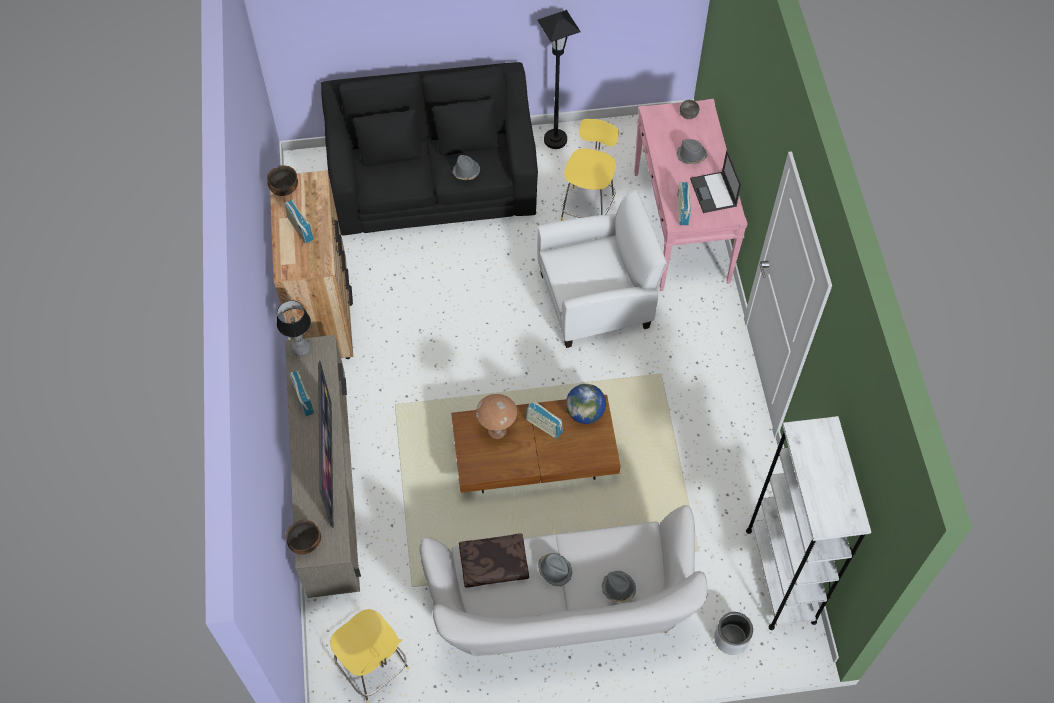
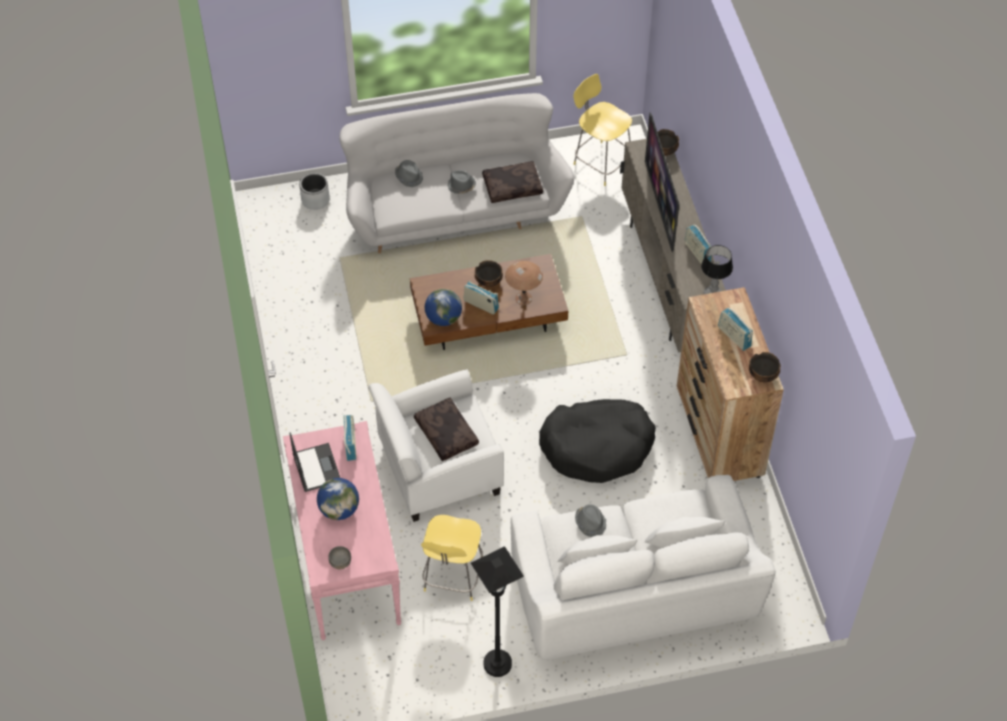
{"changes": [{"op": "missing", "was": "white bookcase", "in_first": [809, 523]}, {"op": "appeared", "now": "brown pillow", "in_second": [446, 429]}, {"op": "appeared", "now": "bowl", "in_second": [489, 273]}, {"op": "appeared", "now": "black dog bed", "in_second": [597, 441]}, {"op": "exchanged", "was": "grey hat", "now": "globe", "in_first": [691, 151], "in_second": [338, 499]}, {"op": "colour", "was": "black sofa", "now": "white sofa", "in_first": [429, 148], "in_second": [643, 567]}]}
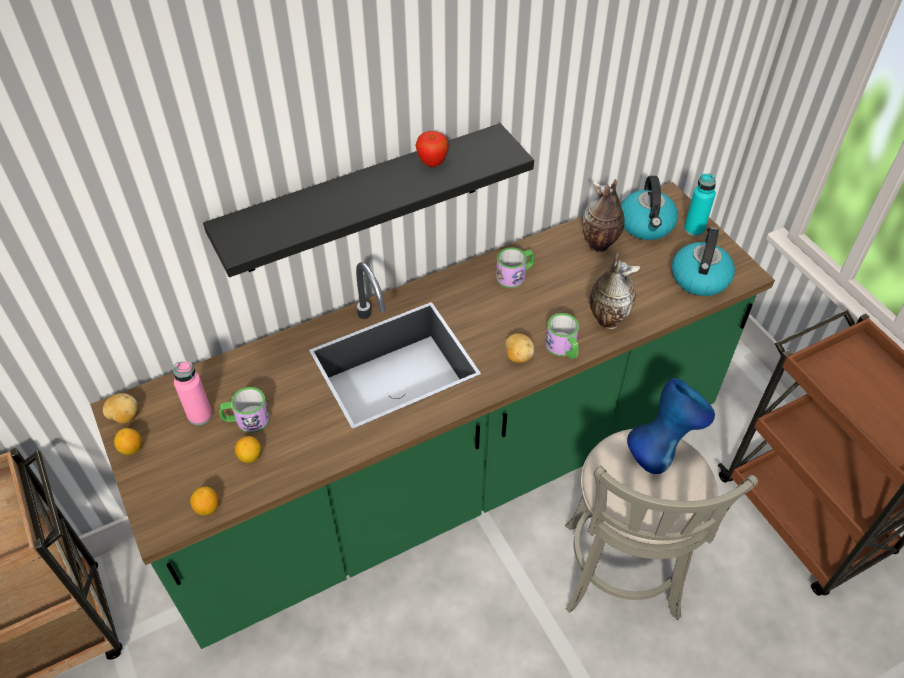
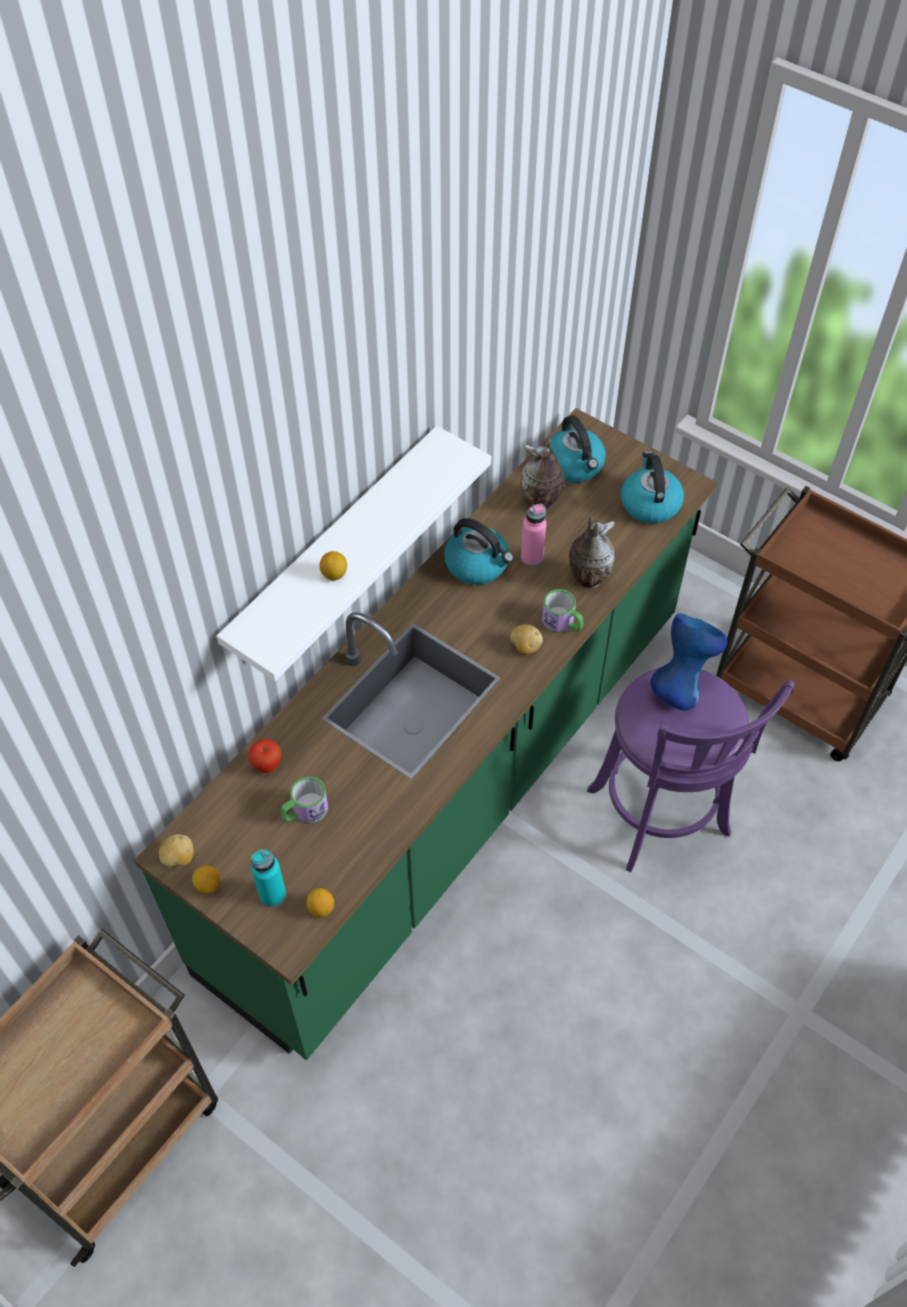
{"changes": [{"op": "relocated", "was": "pink bottle", "in_first": [192, 393], "in_second": [533, 535]}, {"op": "relocated", "was": "lemon", "in_first": [248, 449], "in_second": [333, 565]}, {"op": "relocated", "was": "apple", "in_first": [432, 149], "in_second": [264, 756]}, {"op": "relocated", "was": "turquoise bottle", "in_first": [700, 205], "in_second": [268, 878]}, {"op": "exchanged", "was": "mug", "now": "kettle", "in_first": [515, 267], "in_second": [479, 551]}, {"op": "colour", "was": "black shelf", "now": "white shelf", "in_first": [368, 200], "in_second": [354, 553]}, {"op": "colour", "was": "grey stool", "now": "purple stool", "in_first": [661, 524], "in_second": [691, 770]}]}
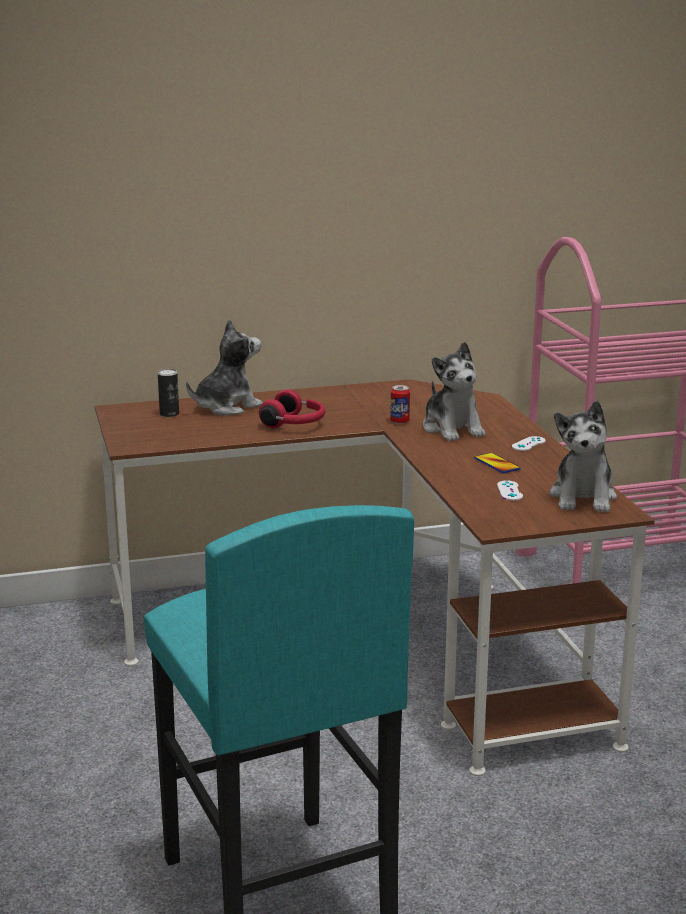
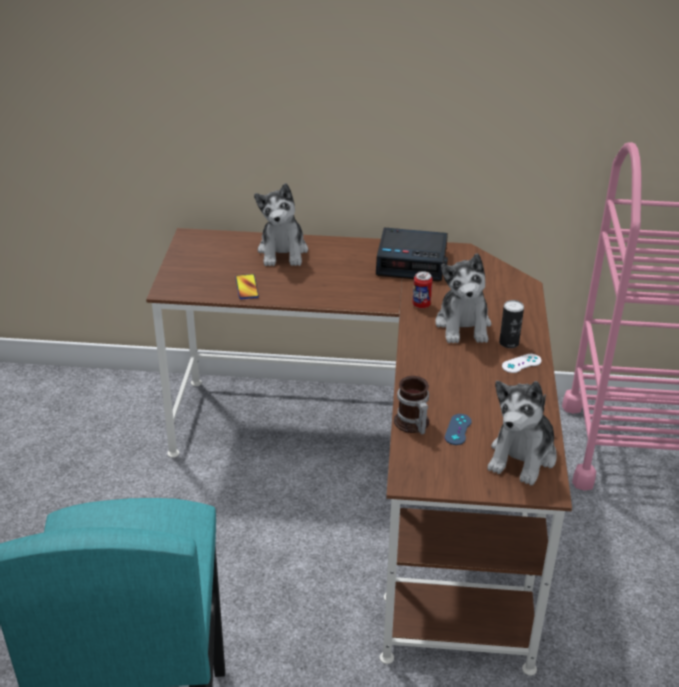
{"changes": [{"op": "missing", "was": "red headphones", "in_first": [292, 409]}, {"op": "appeared", "now": "alarm clock", "in_second": [412, 255]}, {"op": "appeared", "now": "mug", "in_second": [411, 405]}, {"op": "relocated", "was": "can", "in_first": [168, 393], "in_second": [511, 324]}, {"op": "relocated", "was": "phone", "in_first": [497, 463], "in_second": [247, 286]}, {"op": "colour", "was": "white game controller", "now": "blue game controller", "in_first": [510, 490], "in_second": [458, 429]}, {"op": "spun", "was": "plush toy", "in_first": [224, 367], "in_second": [281, 224], "clockwise": 105}]}
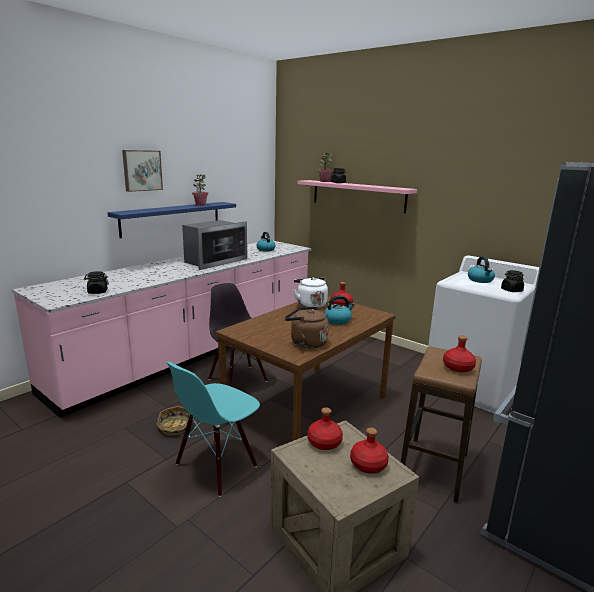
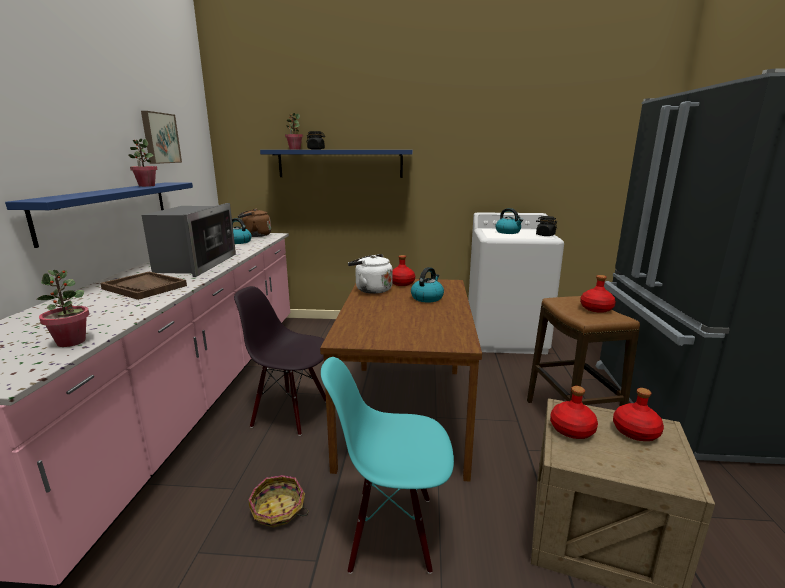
{"changes": [{"op": "appeared", "now": "brown tray", "in_second": [143, 285]}, {"op": "relocated", "was": "picture", "in_first": [142, 171], "in_second": [161, 137]}, {"op": "relocated", "was": "brown kettle", "in_first": [307, 328], "in_second": [254, 223]}, {"op": "exchanged", "was": "black jar", "now": "potted plant", "in_first": [96, 282], "in_second": [63, 308]}, {"op": "colour", "was": "pink shelf", "now": "blue shelf", "in_first": [357, 196], "in_second": [336, 164]}, {"op": "spun", "was": "turquoise chair", "in_first": [213, 429], "in_second": [387, 465], "clockwise": 90}]}
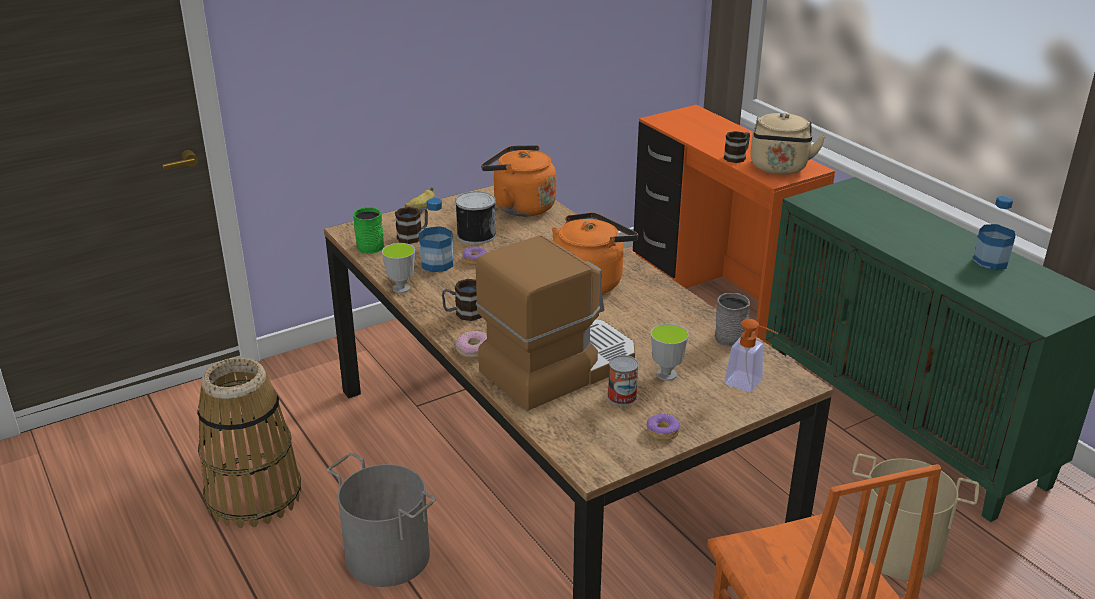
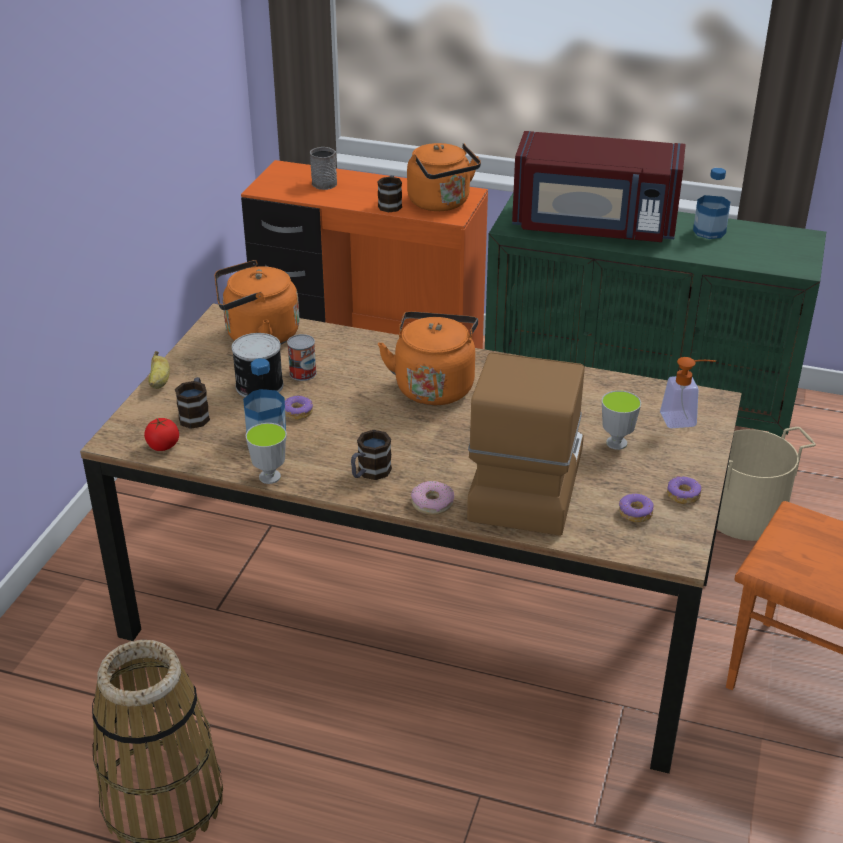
{"changes": [{"op": "missing", "was": "grey bucket", "in_first": [381, 520]}, {"op": "appeared", "now": "red microwave", "in_second": [599, 186]}, {"op": "appeared", "now": "donut", "in_second": [636, 508]}, {"op": "relocated", "was": "can", "in_first": [623, 380], "in_second": [302, 357]}, {"op": "relocated", "was": "grey mug", "in_first": [732, 320], "in_second": [323, 168]}, {"op": "exchanged", "was": "green mug", "now": "tomato", "in_first": [368, 230], "in_second": [161, 434]}, {"op": "colour", "was": "beige kettle", "now": "orange kettle", "in_first": [788, 144], "in_second": [444, 177]}]}
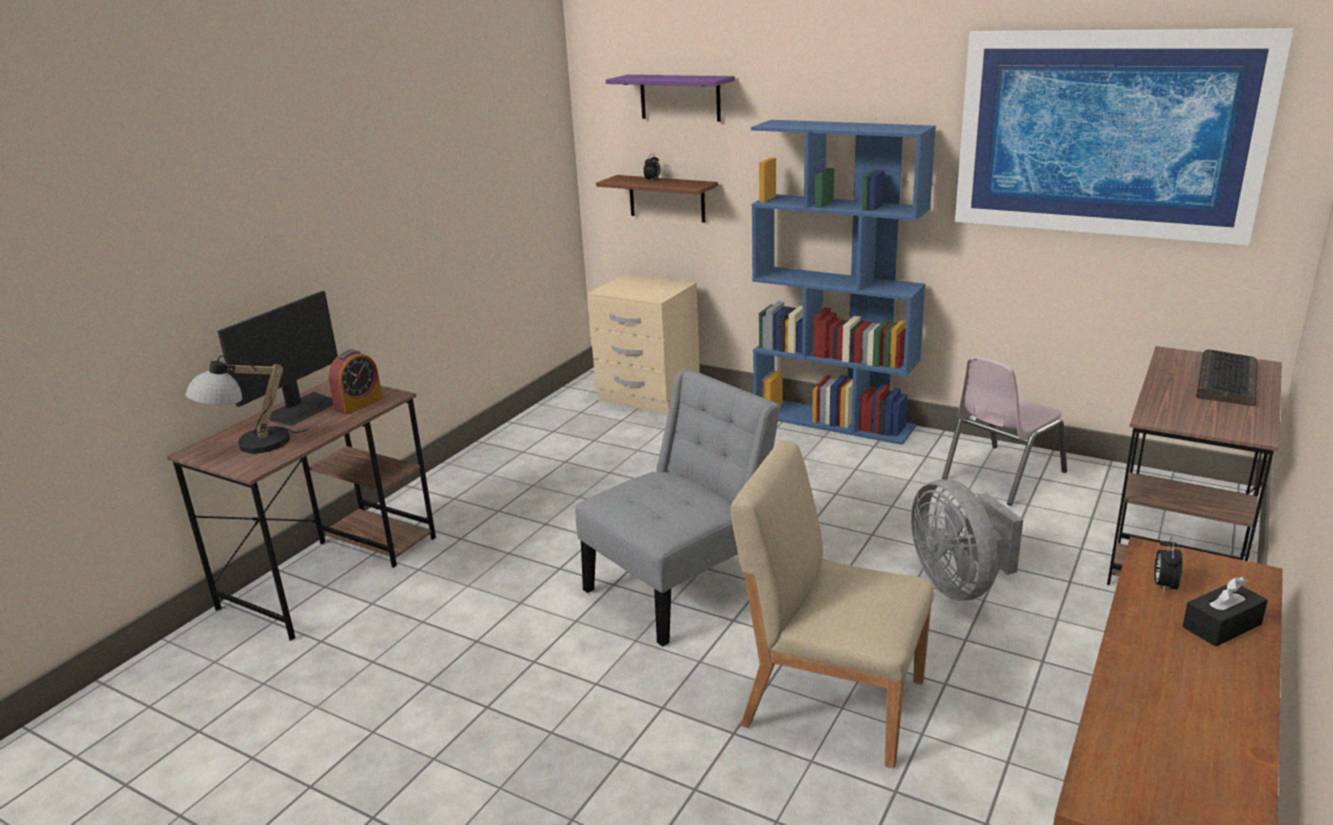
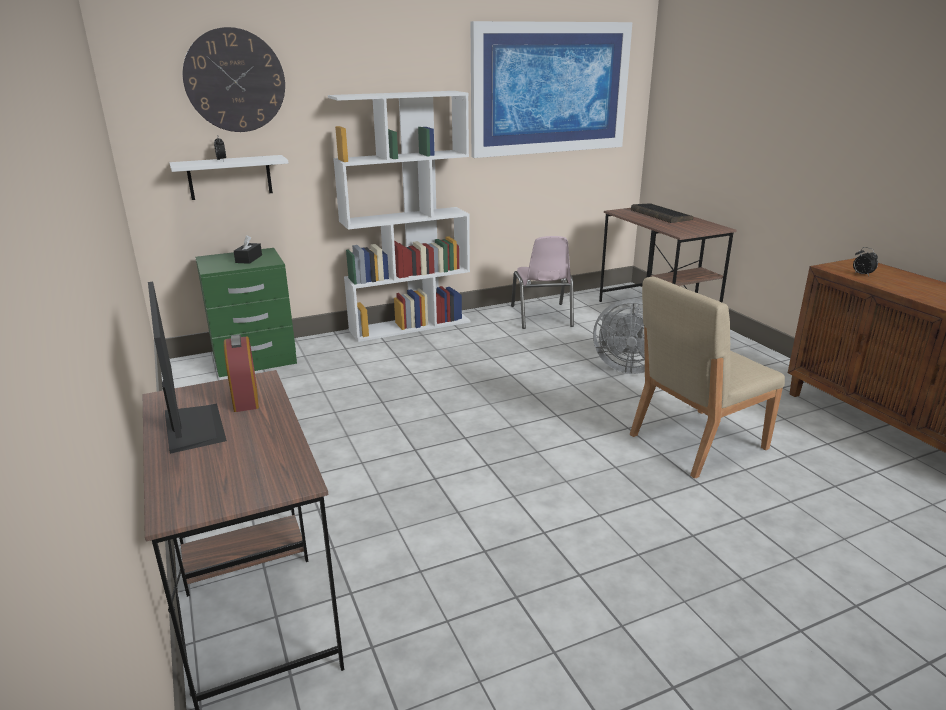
{"changes": [{"op": "missing", "was": "table lamp", "in_first": [246, 404]}, {"op": "missing", "was": "grey chair", "in_first": [678, 508]}, {"op": "relocated", "was": "black tissue box", "in_first": [1225, 612], "in_second": [248, 249]}, {"op": "exchanged", "was": "purple shelf", "now": "wall clock", "in_first": [670, 98], "in_second": [234, 79]}, {"op": "colour", "was": "beige nightstand", "now": "green nightstand", "in_first": [644, 344], "in_second": [246, 312]}, {"op": "colour", "was": "brown shelf", "now": "white shelf", "in_first": [657, 199], "in_second": [228, 177]}, {"op": "colour", "was": "blue bookcase", "now": "white bookcase", "in_first": [843, 282], "in_second": [399, 216]}]}
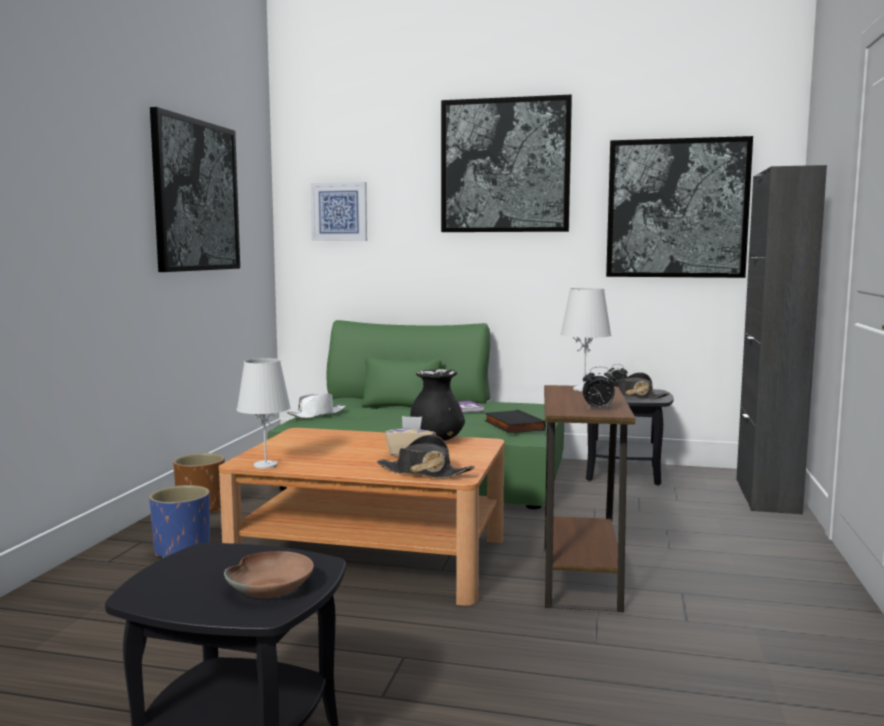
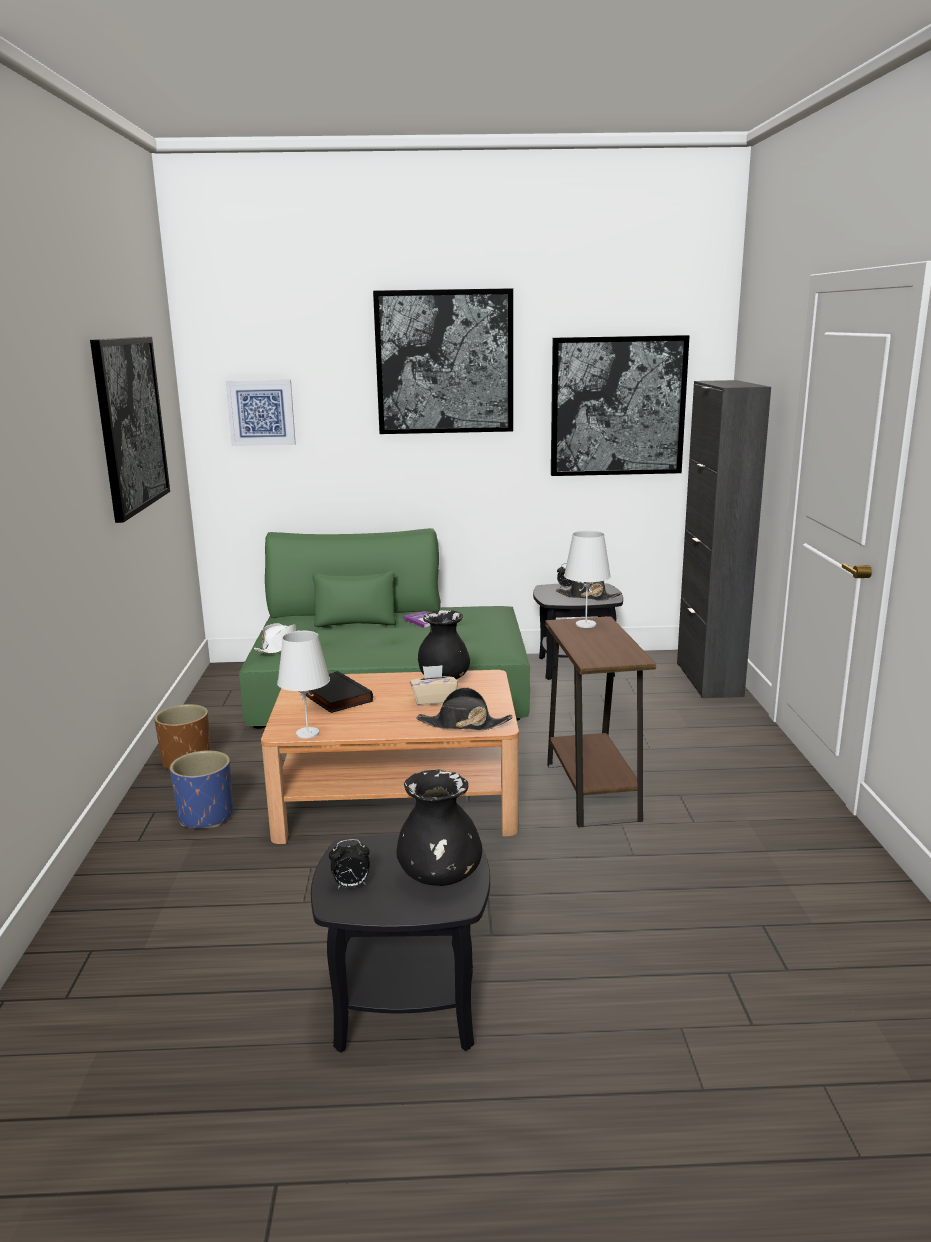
{"changes": [{"op": "relocated", "was": "black book", "in_first": [515, 421], "in_second": [336, 692]}, {"op": "relocated", "was": "alarm clock", "in_first": [599, 388], "in_second": [349, 863]}, {"op": "exchanged", "was": "brown bowl", "now": "black vase", "in_first": [269, 574], "in_second": [439, 828]}]}
